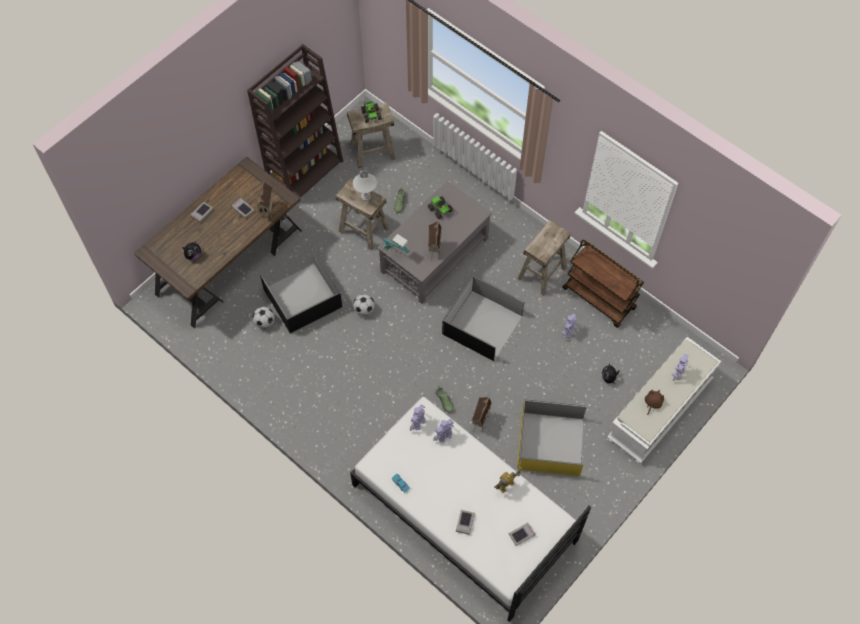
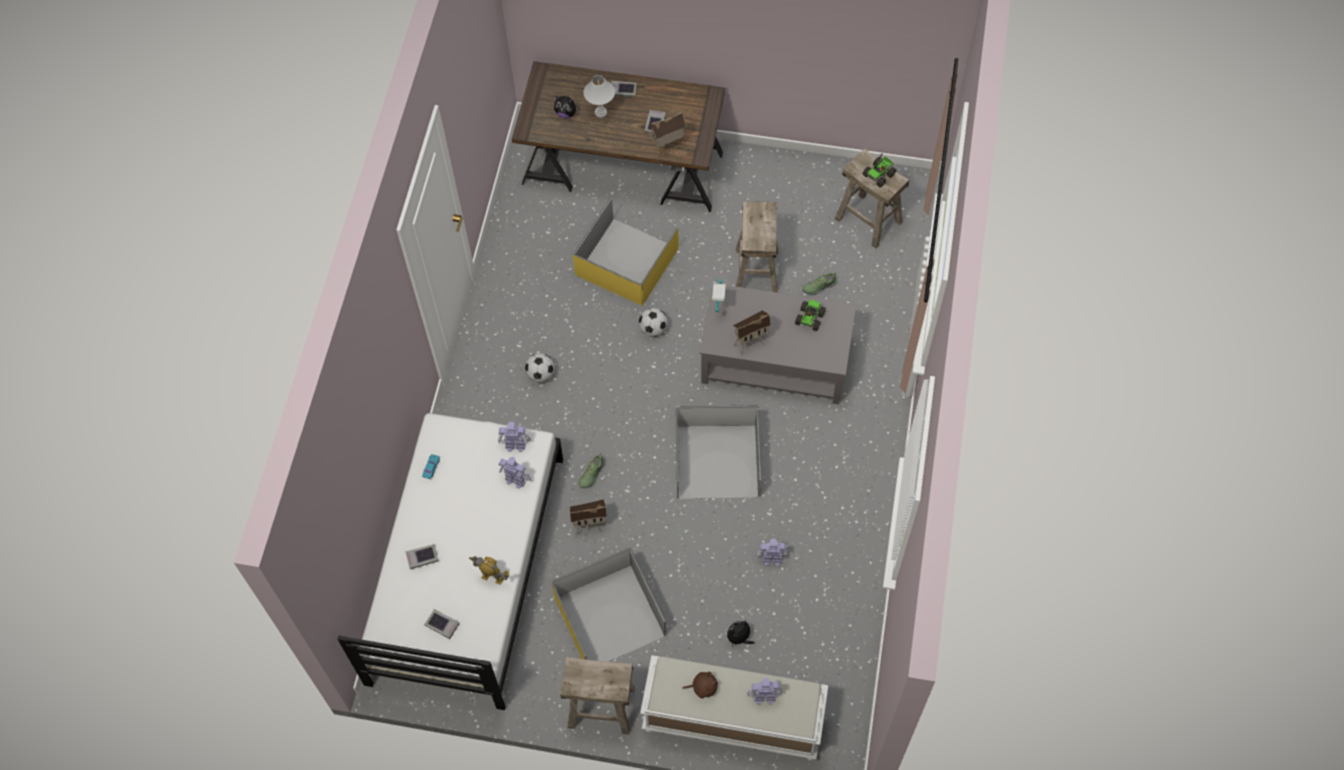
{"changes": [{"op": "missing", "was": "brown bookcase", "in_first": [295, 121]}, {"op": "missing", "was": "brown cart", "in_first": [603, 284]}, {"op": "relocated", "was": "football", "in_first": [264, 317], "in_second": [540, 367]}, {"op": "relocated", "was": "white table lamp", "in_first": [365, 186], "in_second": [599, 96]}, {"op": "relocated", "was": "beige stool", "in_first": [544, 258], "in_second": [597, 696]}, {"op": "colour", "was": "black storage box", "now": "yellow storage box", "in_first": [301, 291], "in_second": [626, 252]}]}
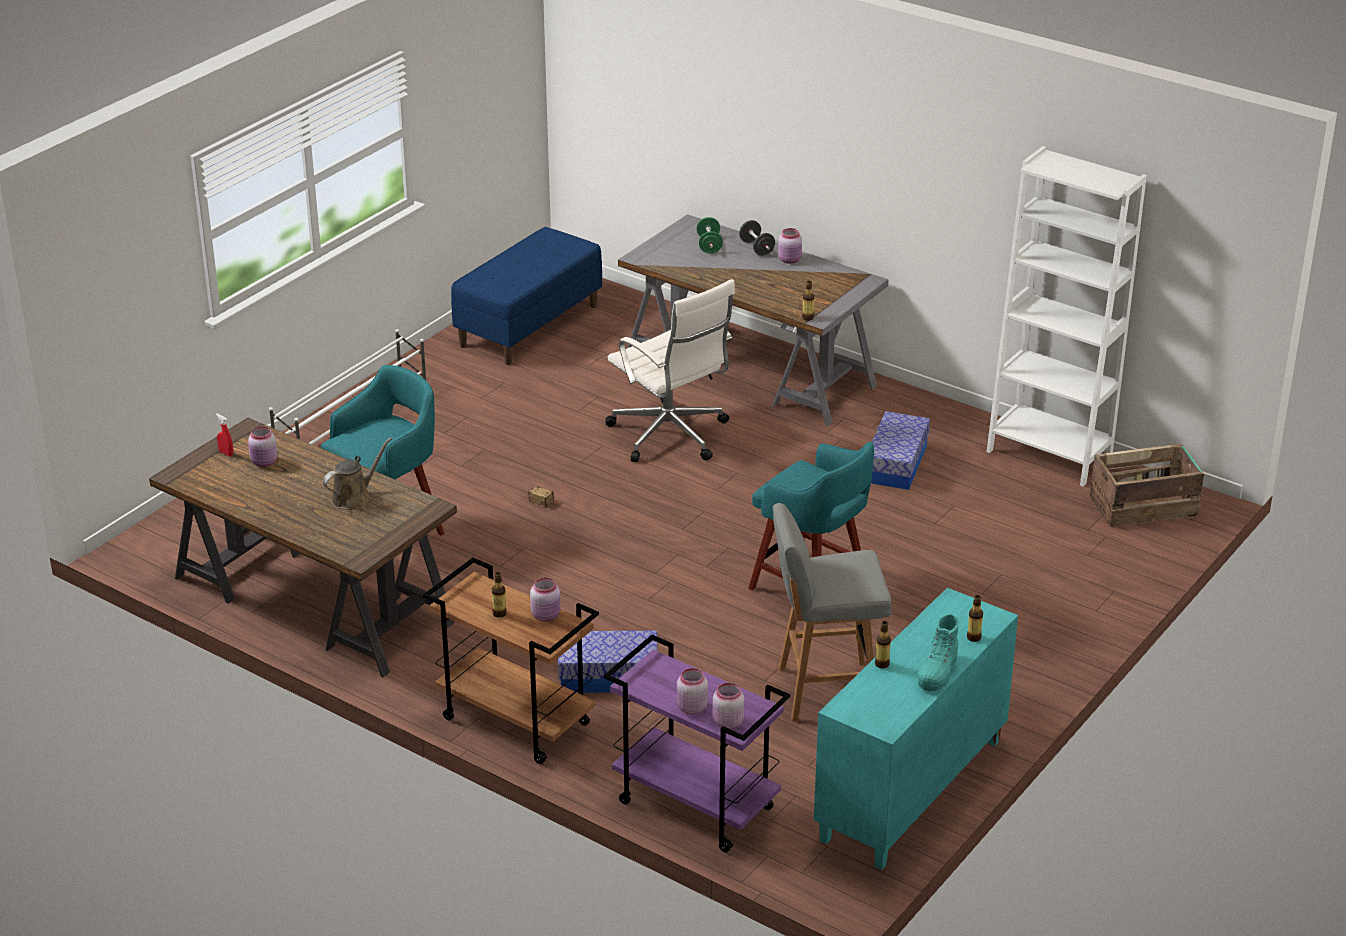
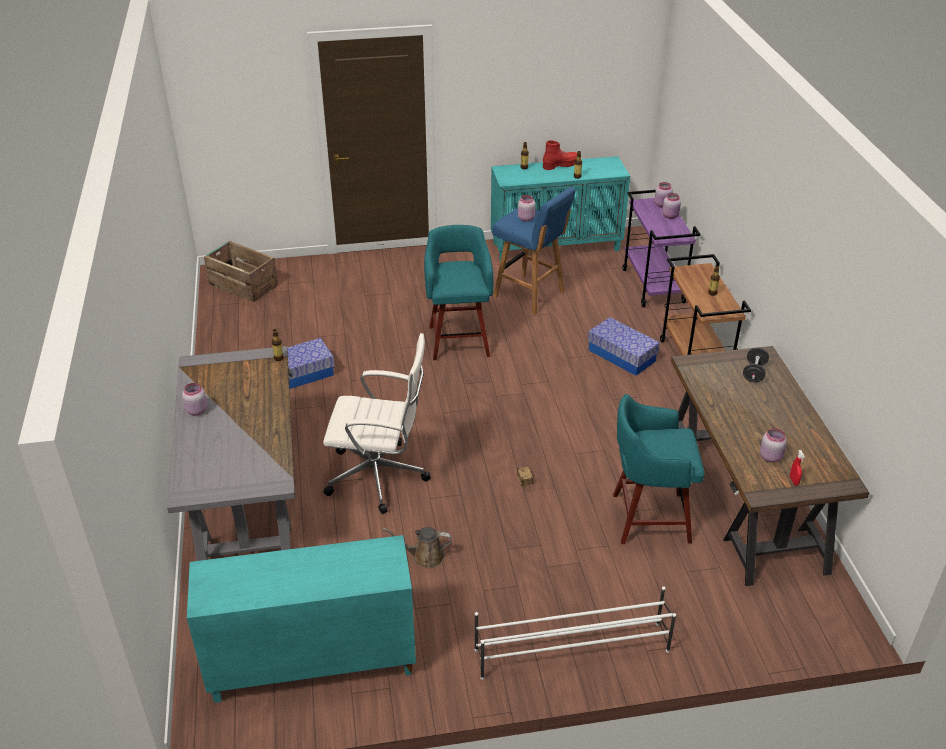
{"changes": [{"op": "missing", "was": "green dumbbell", "in_first": [710, 235]}, {"op": "missing", "was": "white bookcase", "in_first": [1067, 316]}, {"op": "relocated", "was": "brown watering can", "in_first": [357, 473], "in_second": [417, 547]}, {"op": "relocated", "was": "pink jar", "in_first": [545, 600], "in_second": [526, 208]}, {"op": "relocated", "was": "black dumbbell", "in_first": [757, 238], "in_second": [756, 365]}, {"op": "exchanged", "was": "blue bench", "now": "turquoise cabinet", "in_first": [526, 296], "in_second": [301, 619]}, {"op": "colour", "was": "grey stool", "now": "blue stool", "in_first": [832, 612], "in_second": [534, 251]}, {"op": "colour", "was": "turquoise boot", "now": "red boot", "in_first": [938, 652], "in_second": [560, 155]}, {"op": "spun", "was": "white office chair", "in_first": [670, 370], "in_second": [377, 423], "clockwise": 90}]}
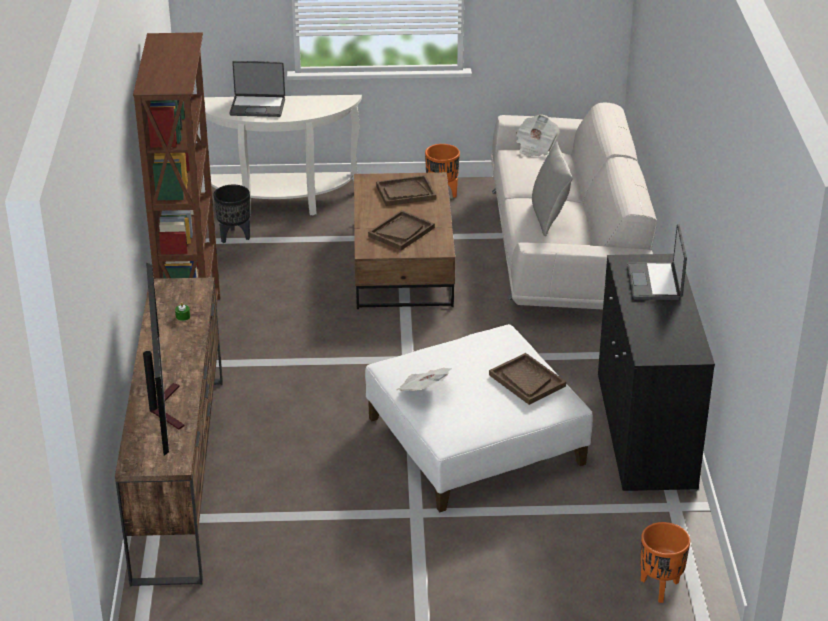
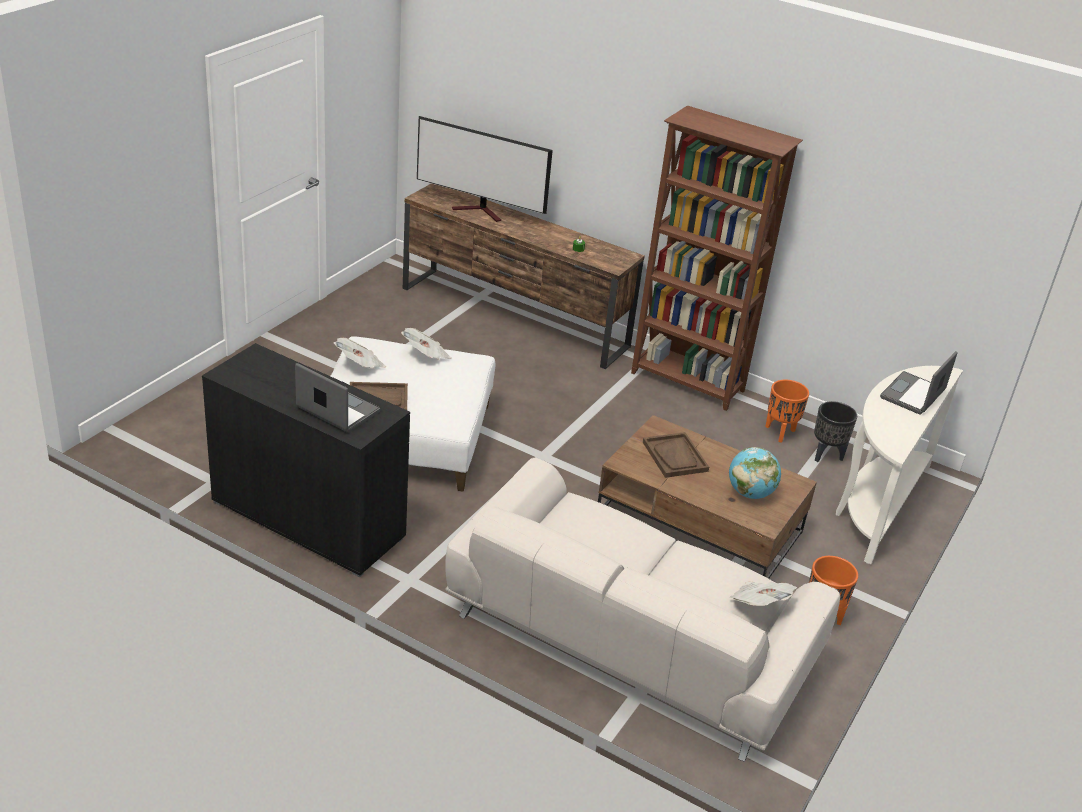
{"changes": [{"op": "missing", "was": "grey pillow", "in_first": [552, 189]}, {"op": "appeared", "now": "newspaper", "in_second": [359, 353]}, {"op": "relocated", "was": "orange planter", "in_first": [665, 562], "in_second": [787, 410]}, {"op": "exchanged", "was": "brown tray", "now": "globe", "in_first": [406, 190], "in_second": [755, 473]}]}
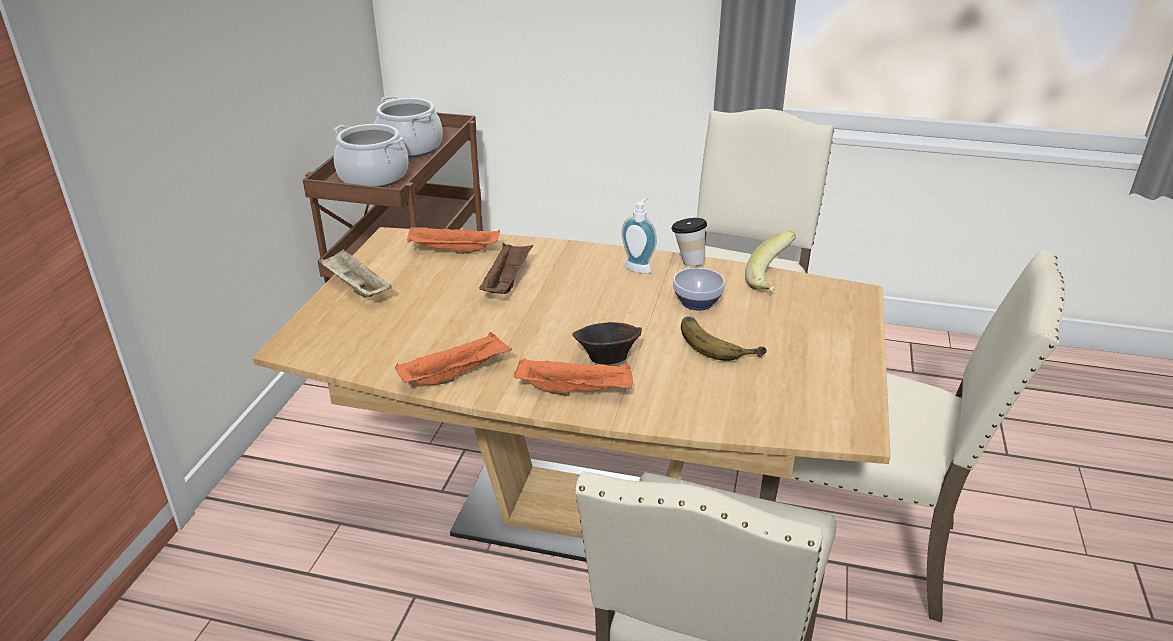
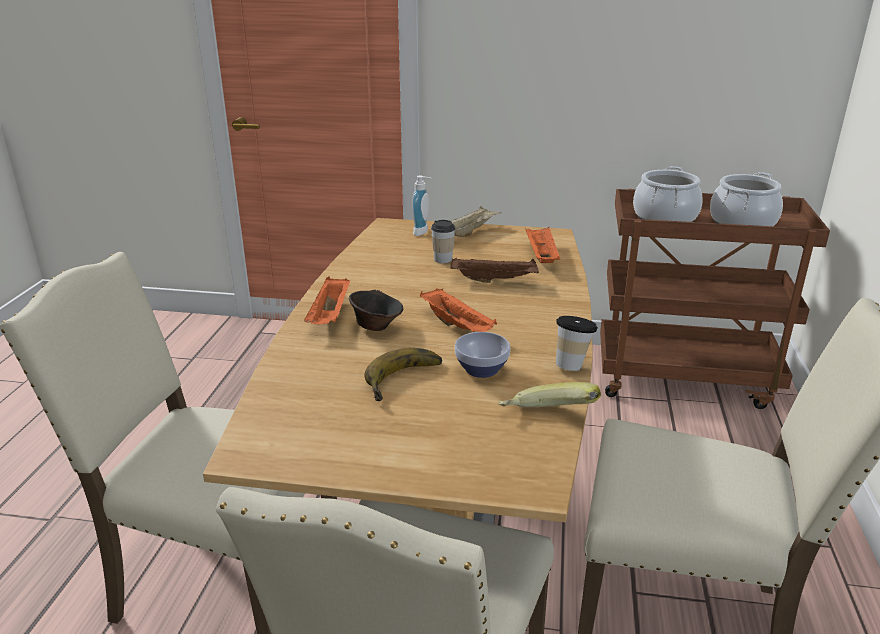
{"changes": [{"op": "appeared", "now": "cup", "in_second": [443, 241]}, {"op": "relocated", "was": "orange tray", "in_first": [453, 358], "in_second": [458, 310]}, {"op": "relocated", "was": "soap dispenser", "in_first": [639, 236], "in_second": [421, 206]}]}
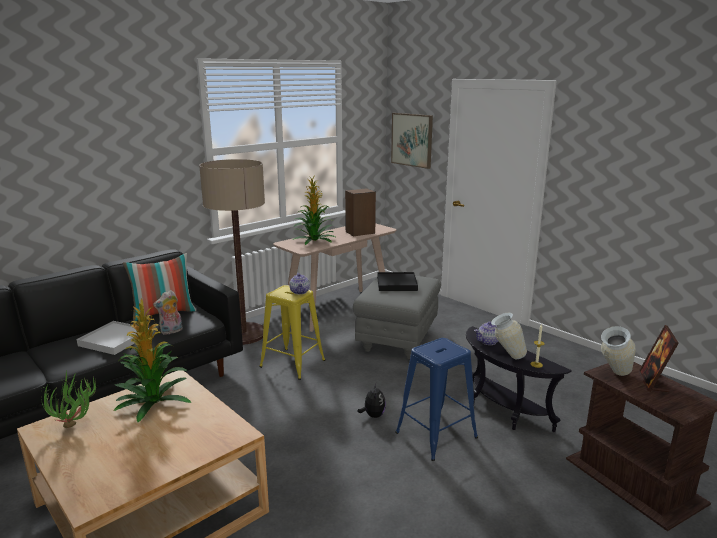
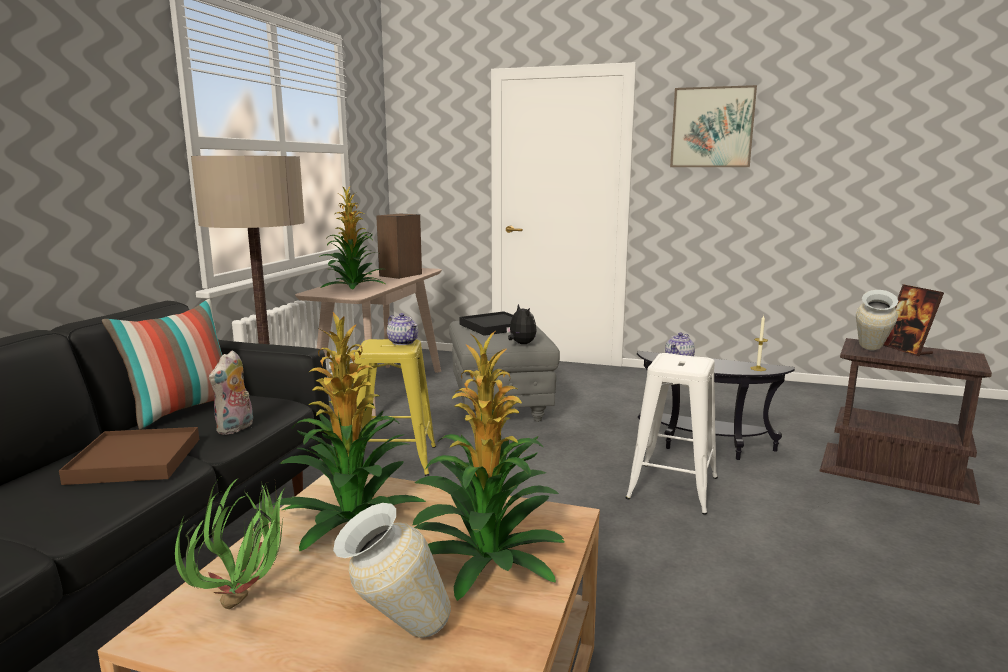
{"changes": [{"op": "appeared", "now": "potted plant", "in_second": [488, 466]}, {"op": "relocated", "was": "plush toy", "in_first": [372, 400], "in_second": [521, 324]}, {"op": "relocated", "was": "picture", "in_first": [412, 141], "in_second": [713, 126]}, {"op": "relocated", "was": "vase", "in_first": [509, 336], "in_second": [392, 570]}, {"op": "colour", "was": "white tray", "now": "brown tray", "in_first": [113, 338], "in_second": [129, 456]}, {"op": "colour", "was": "blue stool", "now": "white stool", "in_first": [436, 399], "in_second": [672, 434]}]}
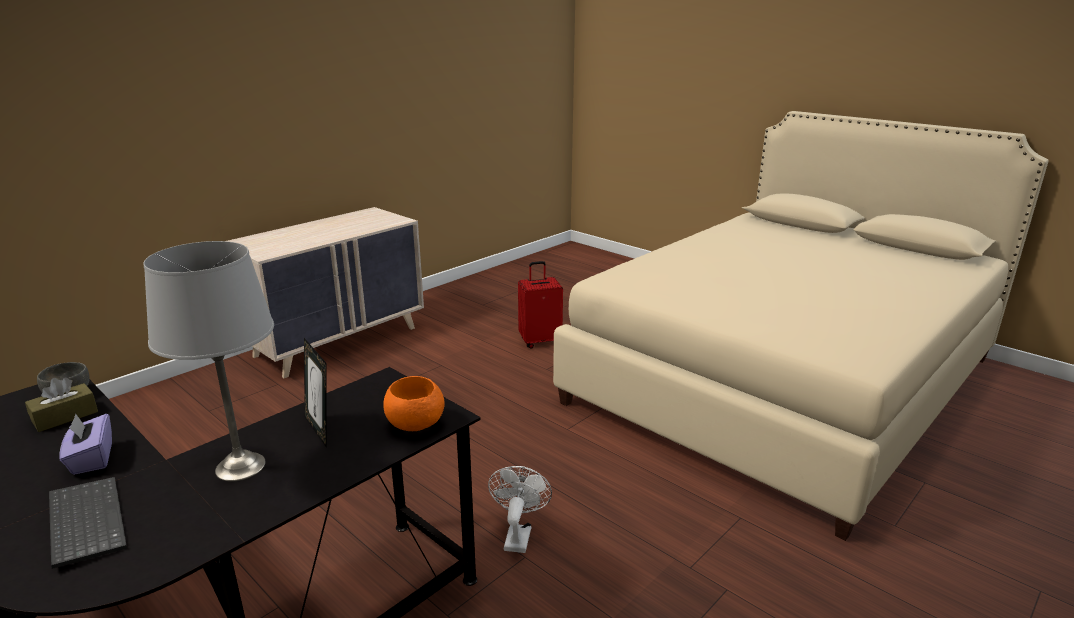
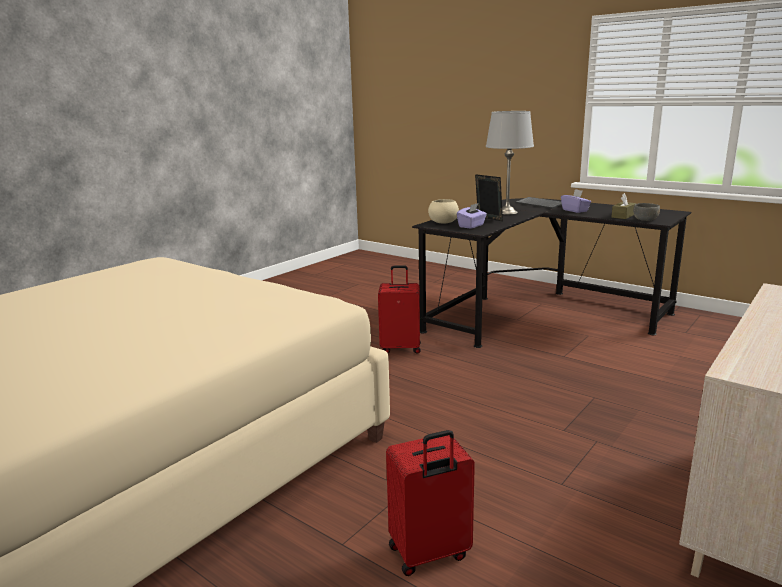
{"changes": [{"op": "appeared", "now": "purple tissue box", "in_second": [472, 216]}, {"op": "exchanged", "was": "white fan", "now": "red suitcase", "in_first": [520, 509], "in_second": [399, 309]}, {"op": "colour", "was": "orange bowl", "now": "beige bowl", "in_first": [414, 403], "in_second": [443, 211]}]}
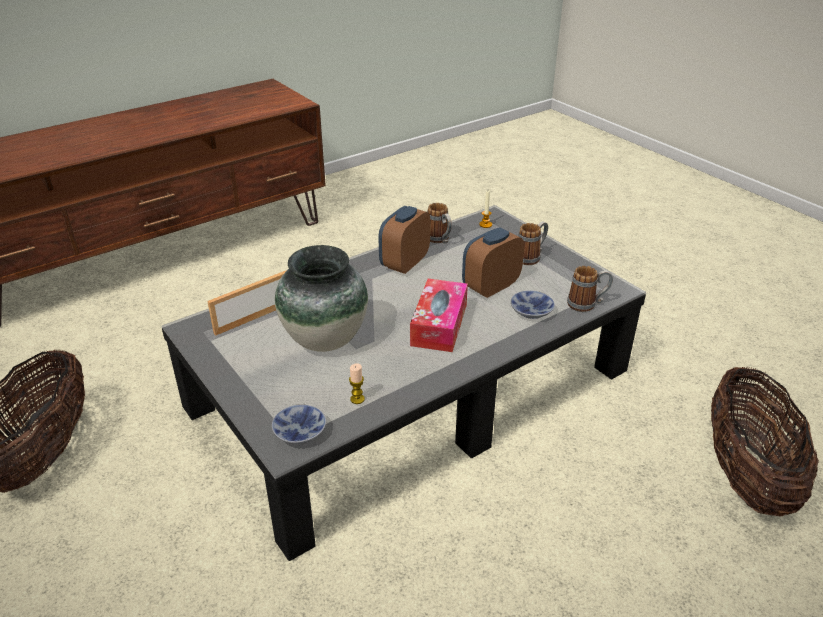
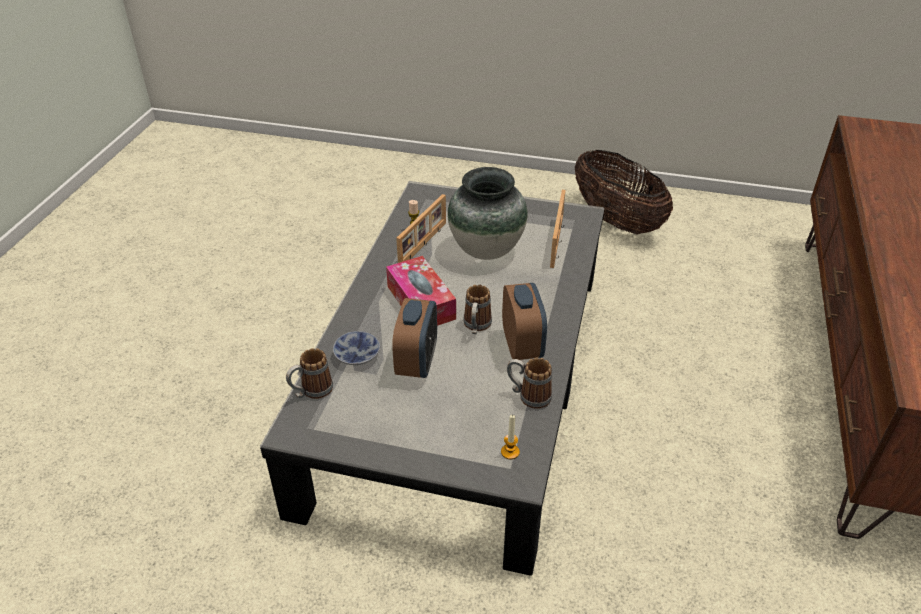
{"changes": [{"op": "missing", "was": "bowl", "in_first": [299, 424]}, {"op": "missing", "was": "basket", "in_first": [765, 441]}, {"op": "appeared", "now": "picture frame", "in_second": [421, 228]}, {"op": "relocated", "was": "mug", "in_first": [533, 243], "in_second": [477, 309]}]}
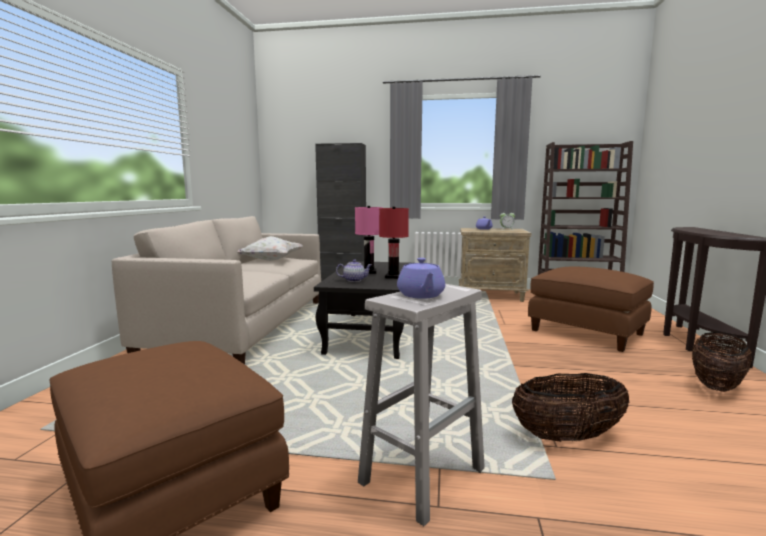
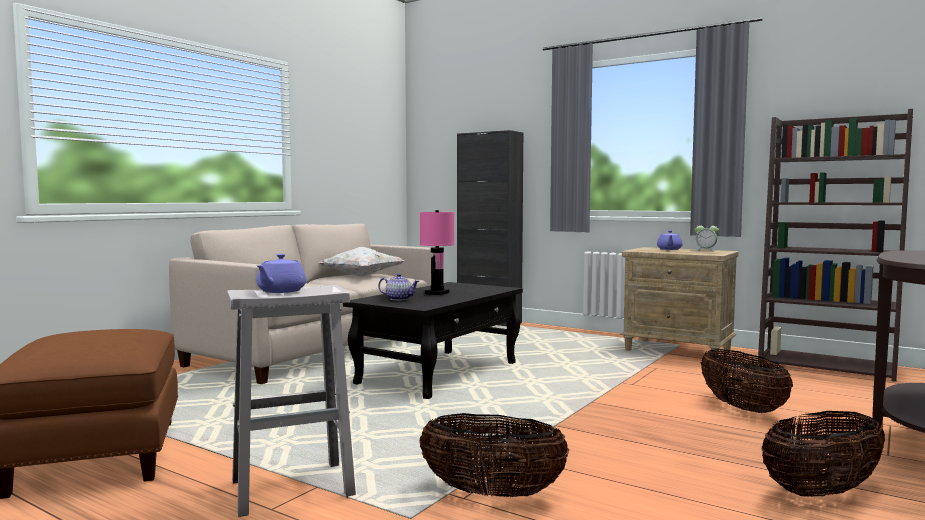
{"changes": [{"op": "missing", "was": "red table lamp", "in_first": [394, 243]}, {"op": "exchanged", "was": "brown ottoman", "now": "basket", "in_first": [591, 309], "in_second": [747, 381]}]}
